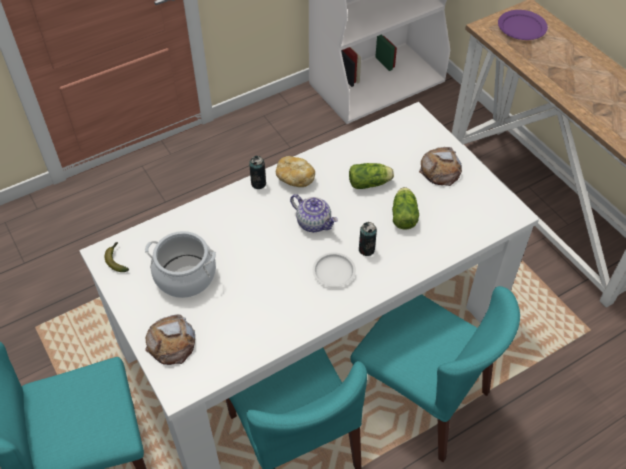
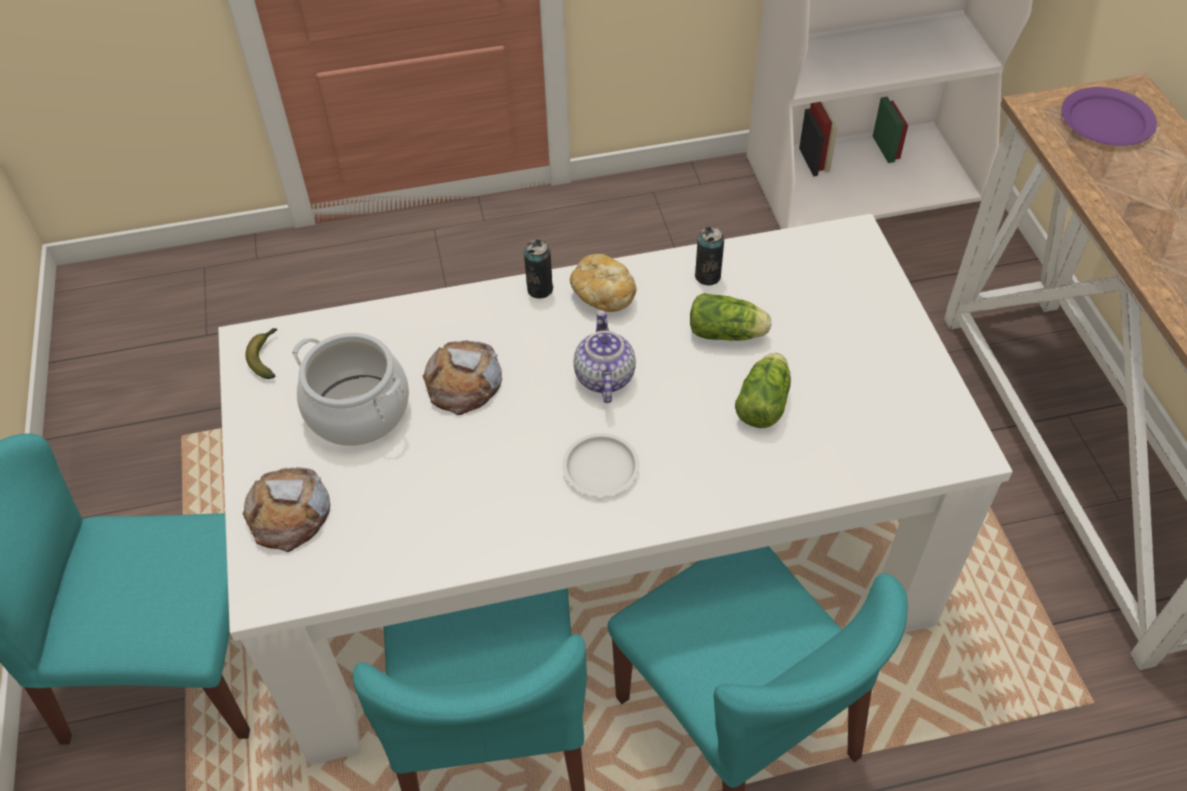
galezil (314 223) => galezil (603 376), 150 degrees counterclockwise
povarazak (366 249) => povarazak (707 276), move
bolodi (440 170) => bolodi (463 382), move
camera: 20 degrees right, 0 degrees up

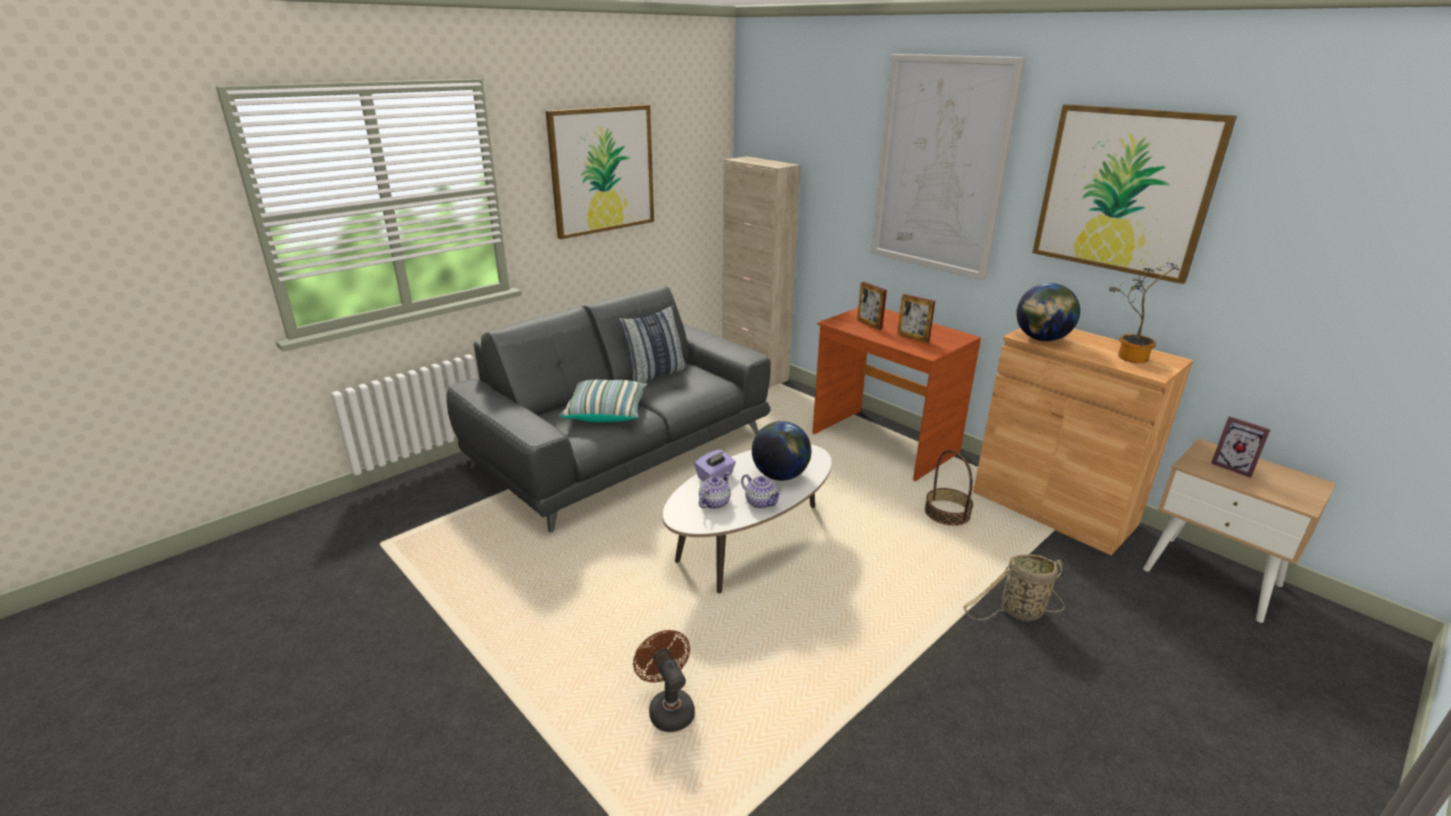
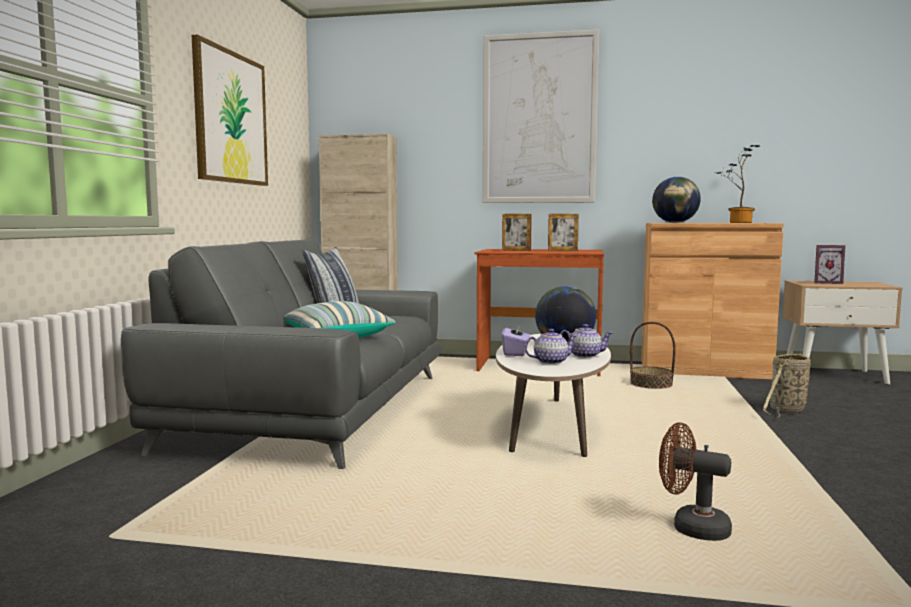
galezil (714 503) => galezil (550 361), 75 degrees clockwise
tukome (1124 191) => nothing
camera: 35 degrees left, 20 degrees down

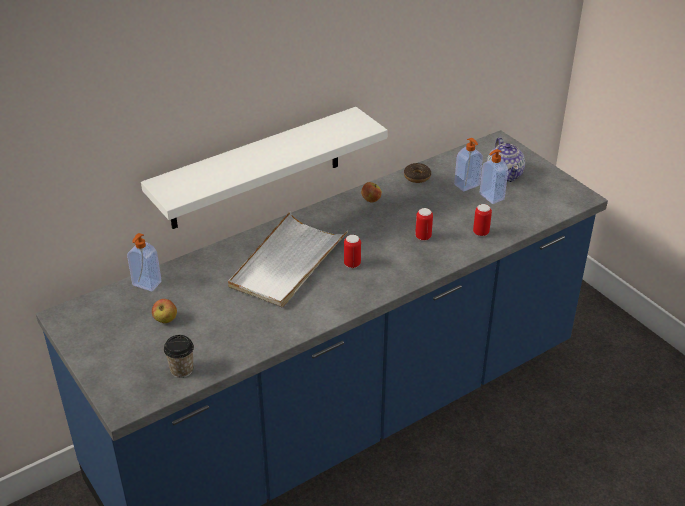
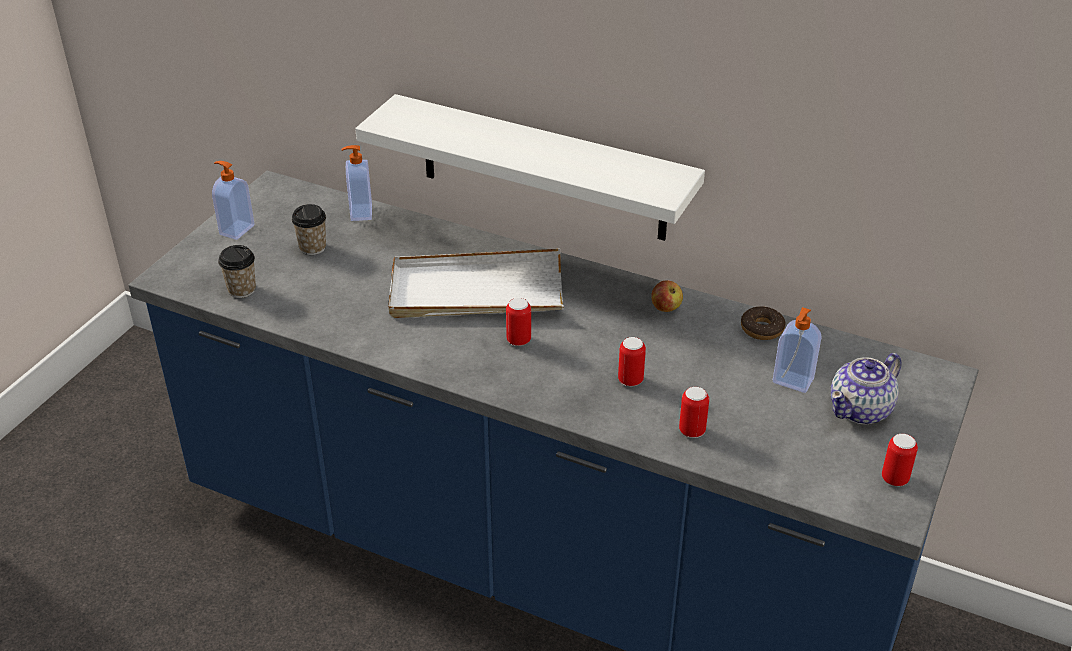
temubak (165 319) => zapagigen (312 248)
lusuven (491 197) => lusuven (236 230), move
nothing => povarazak (894 479)
camera: 60 degrees right, 0 degrees up

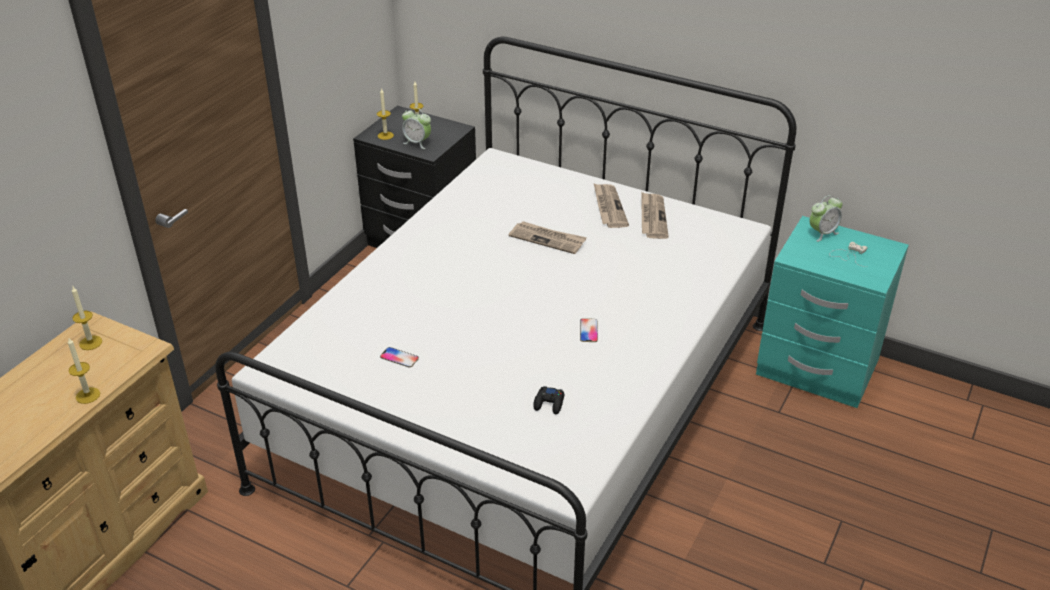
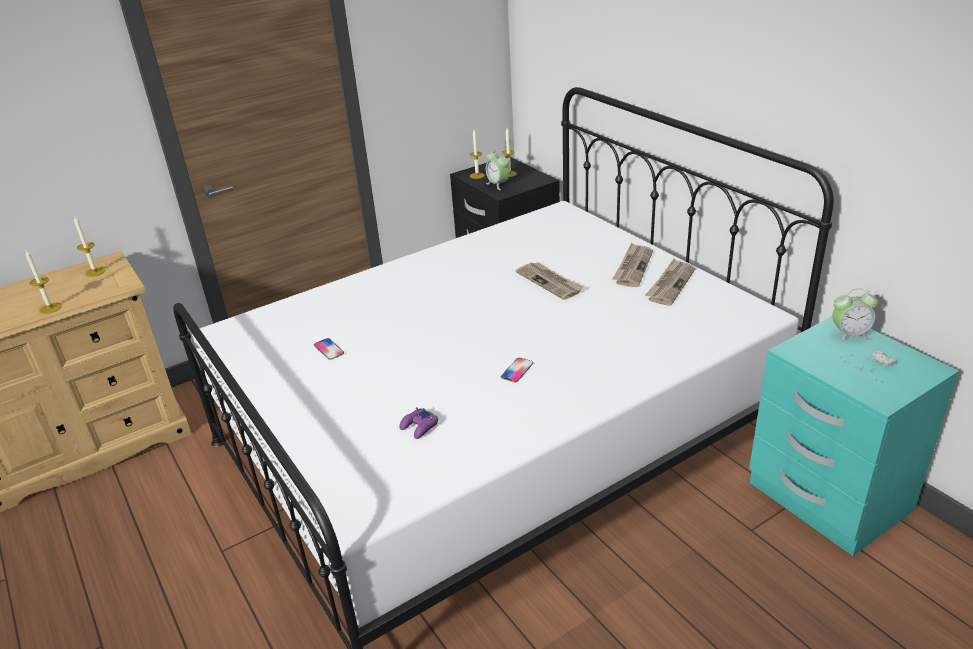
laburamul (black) (549 403) => laburamul (purple) (419 427)
camera: 30 degrees right, 5 degrees down

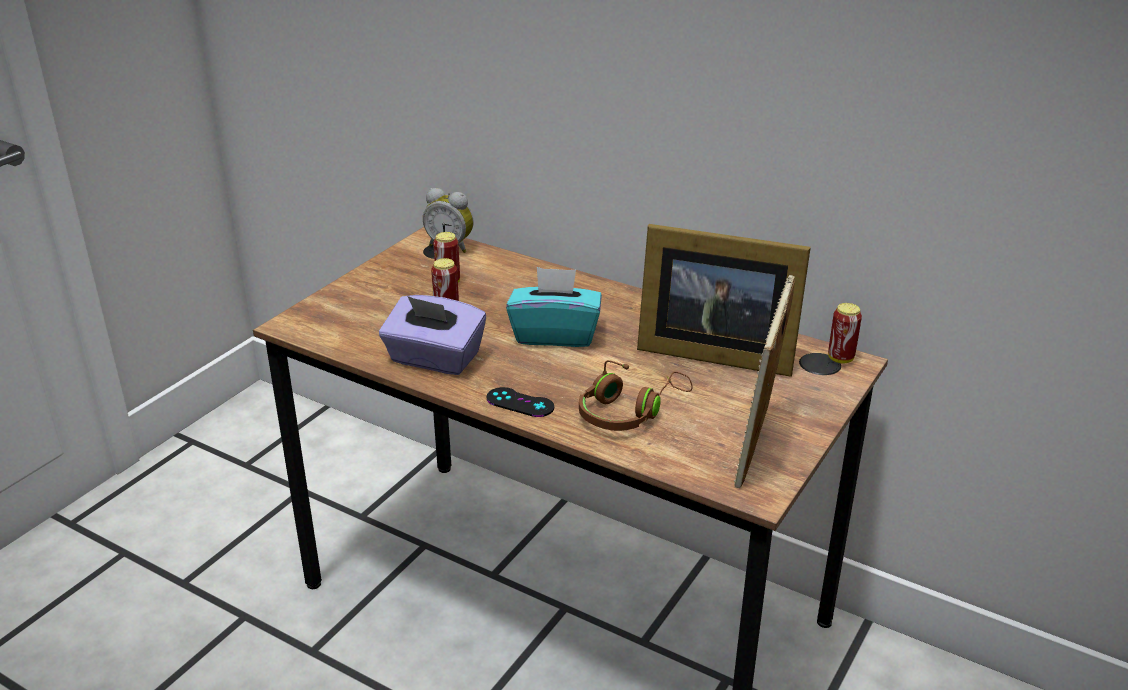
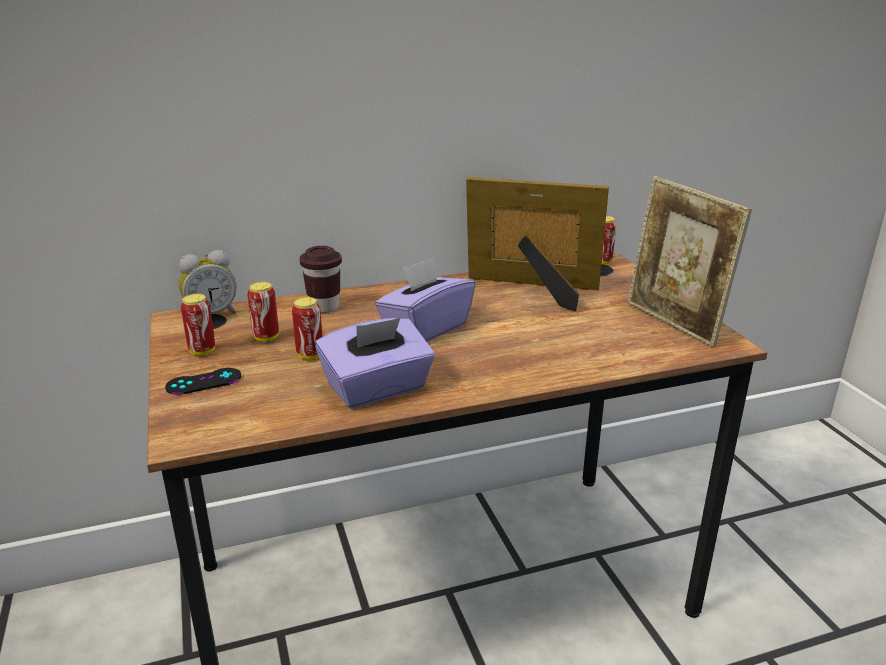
laburamul (black) (520 403) => laburamul (black) (204 382), move
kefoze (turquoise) (555 334) => kefoze (purple) (425 329)
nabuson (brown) (629 411) => nothing
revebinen (712 351) => revebinen (535 290), 135 degrees counterclockwise
nothing => povarazak (202 351)
nothing => zapagigen (brown) (324 307)
camera: 50 degrees left, 5 degrees down

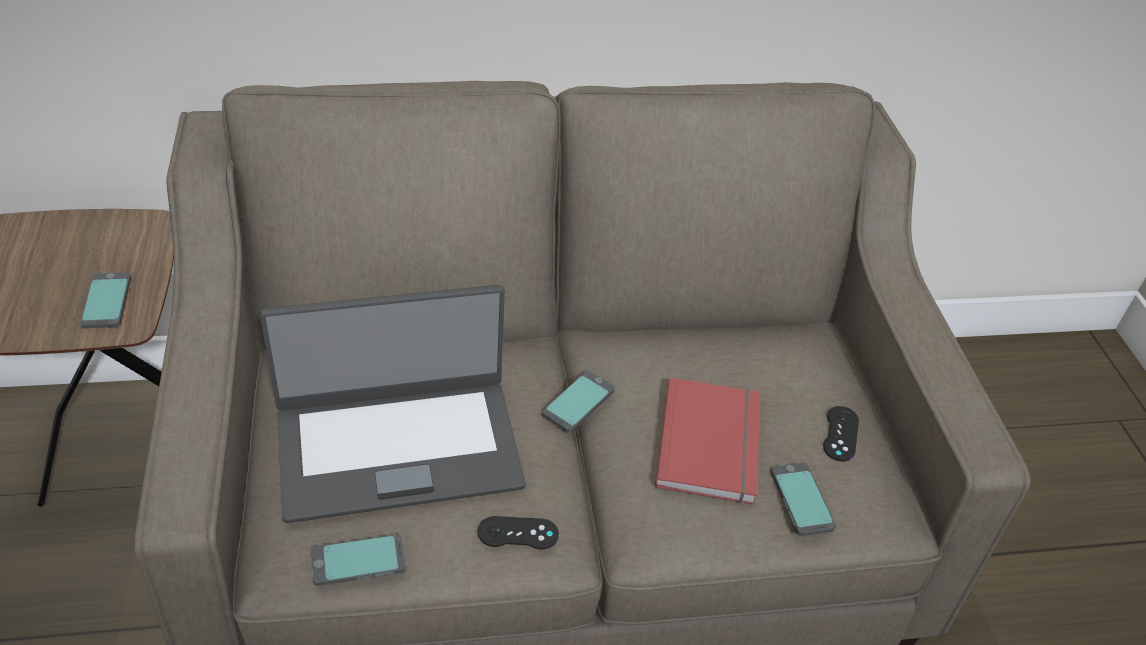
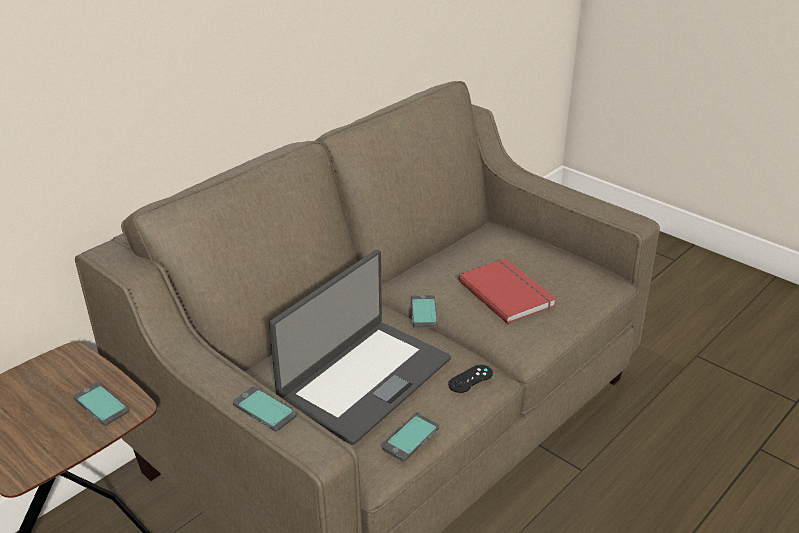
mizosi (801 500) => mizosi (264 410), move
laburamul (black) (840 434) => nothing
camera: 35 degrees left, 10 degrees down

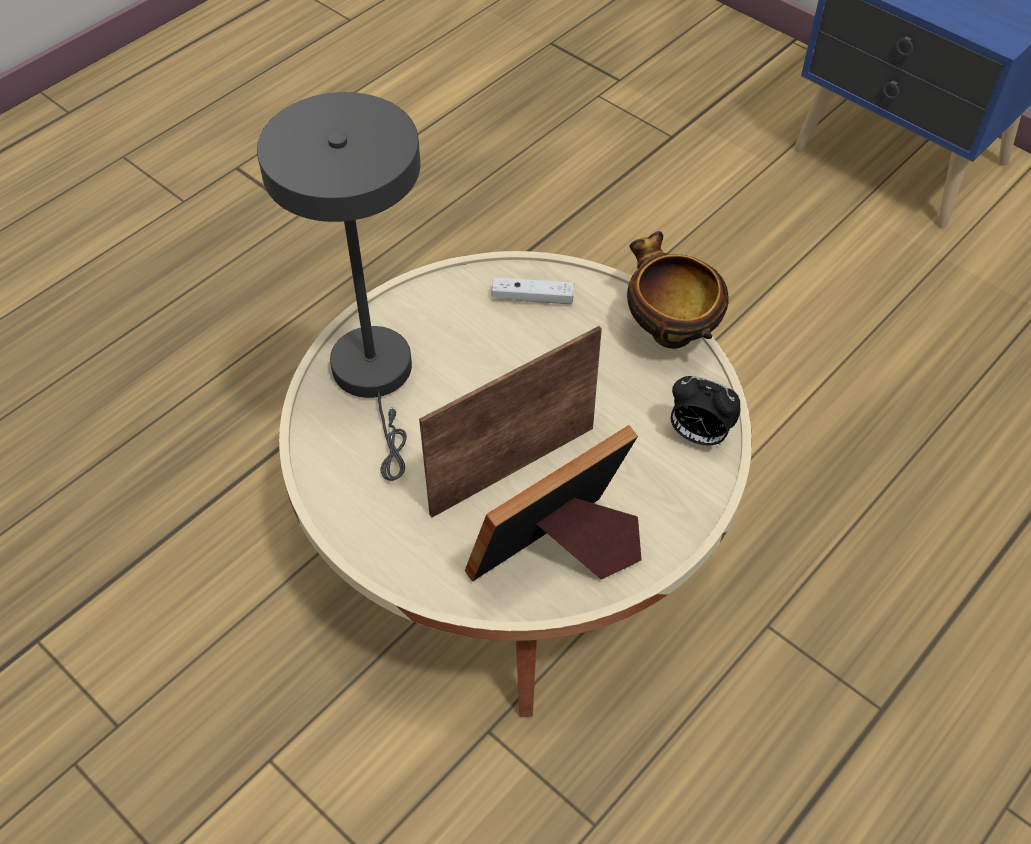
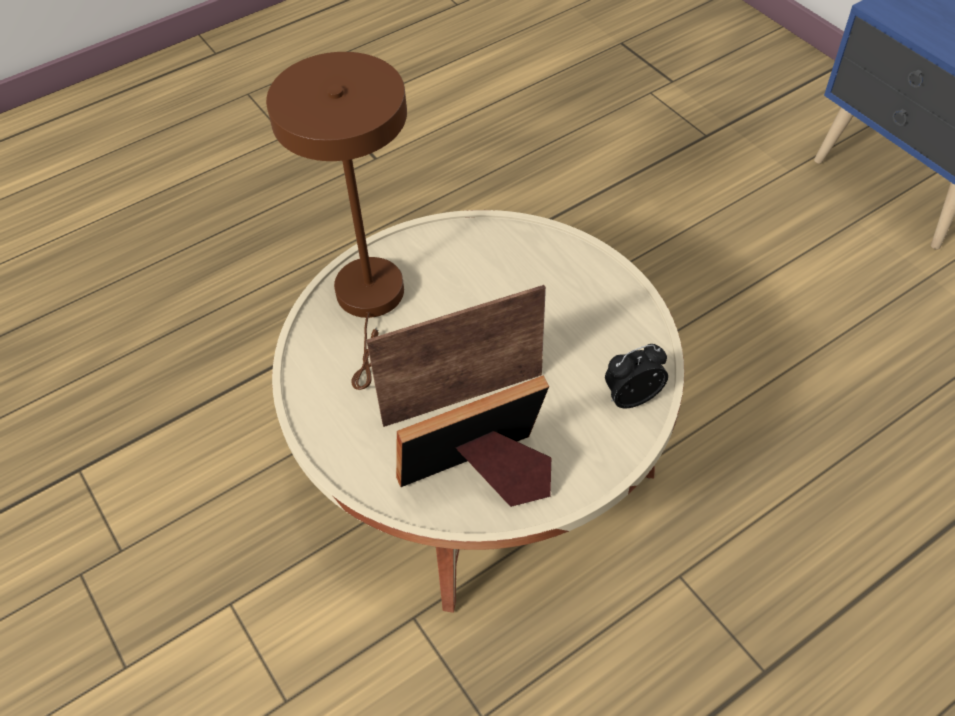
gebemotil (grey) (376 378) => gebemotil (brown) (371 302)
laburamul (white) (532 298) => nothing
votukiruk (668 331) => nothing
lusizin (698 435) => lusizin (631 396), 120 degrees clockwise
camera: 15 degrees right, 0 degrees up

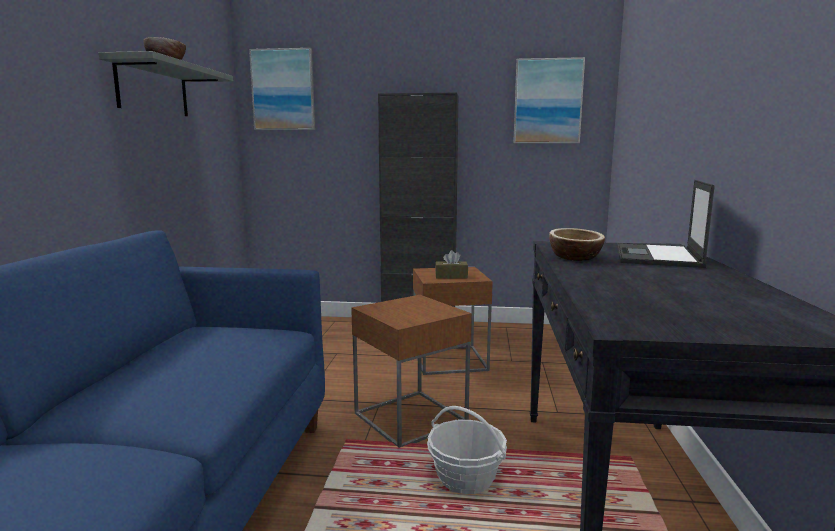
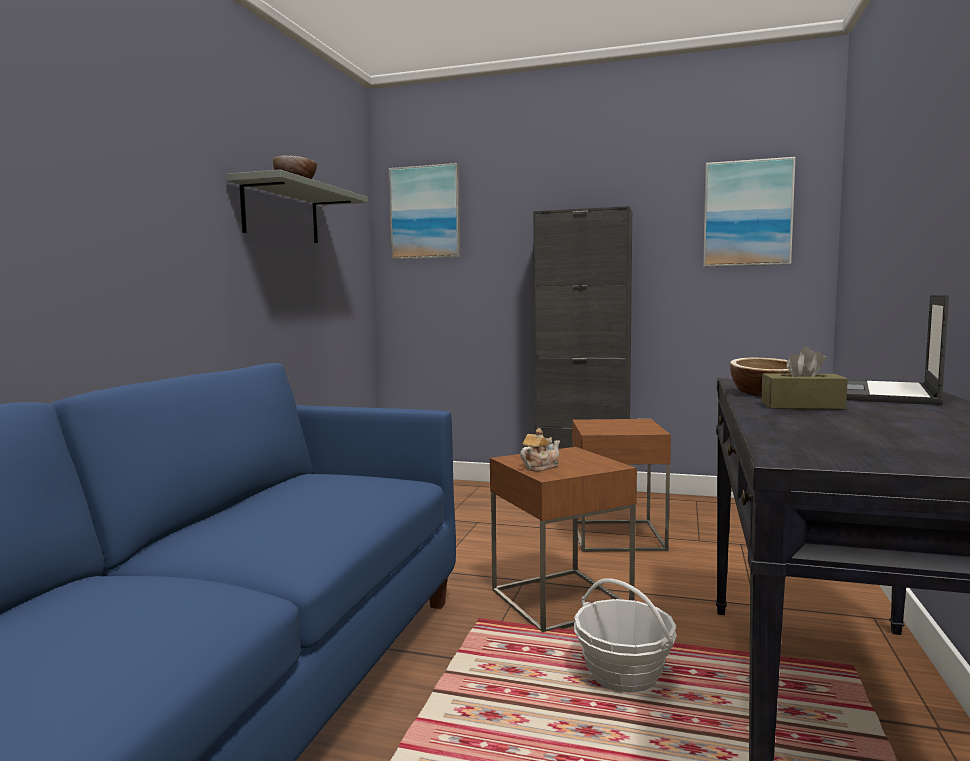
kefoze (brown) (451 276) => kefoze (brown) (802 406), move
nothing => galezil (540 467)
camera: 10 degrees right, 5 degrees down

